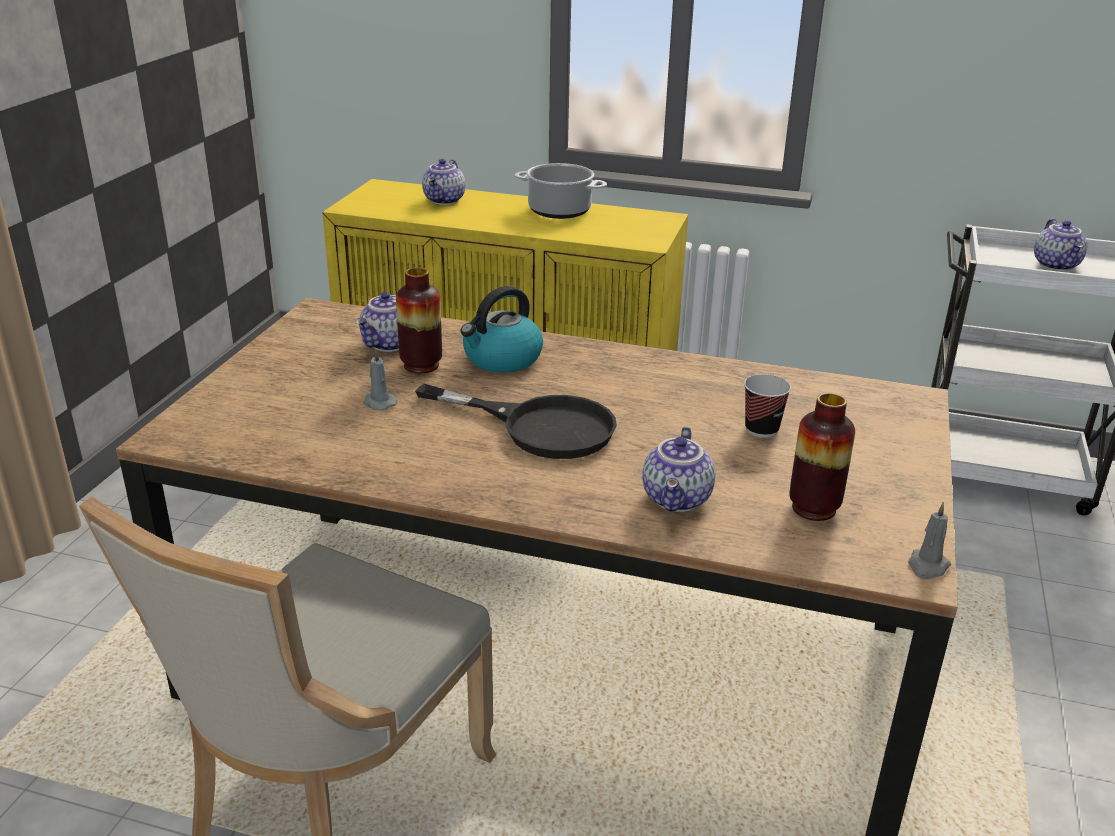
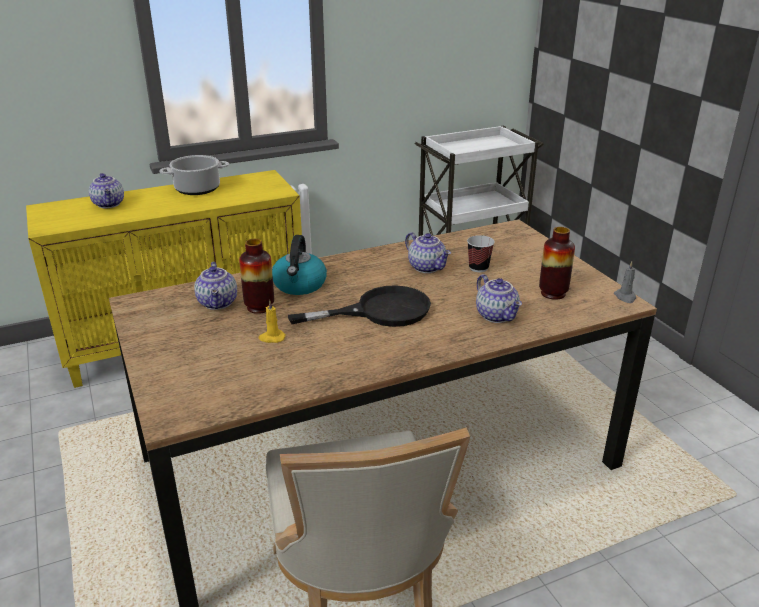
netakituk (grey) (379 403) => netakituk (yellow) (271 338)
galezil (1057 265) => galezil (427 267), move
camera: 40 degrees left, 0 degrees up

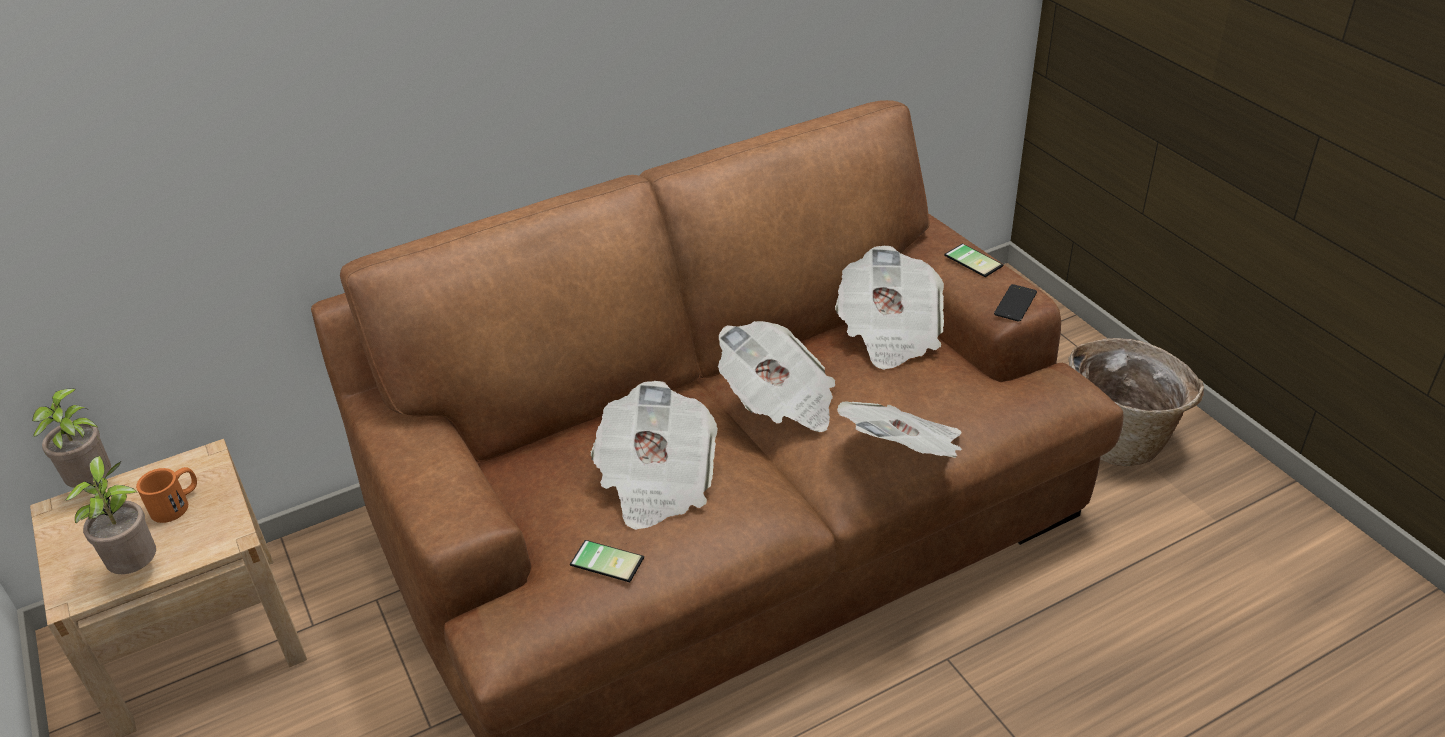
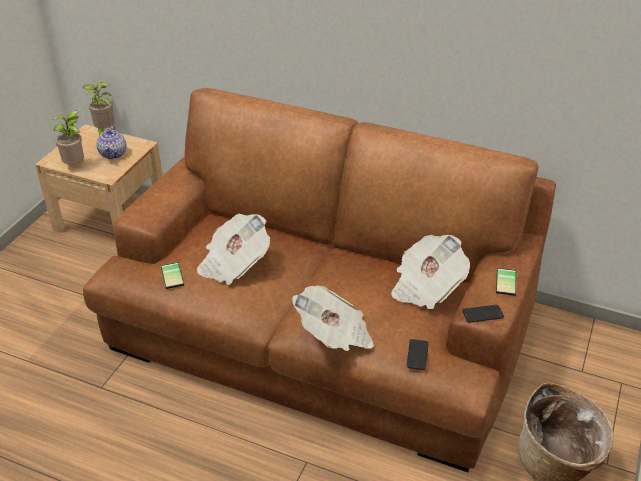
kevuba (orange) (177 504) => galezil (113 153)
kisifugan (779 402) => nothing
nothing => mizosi (417 355)
camera: 50 degrees right, 0 degrees up

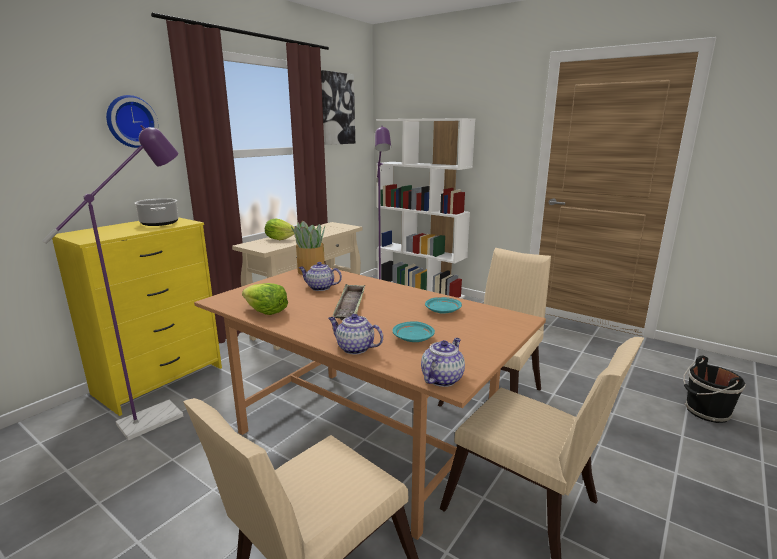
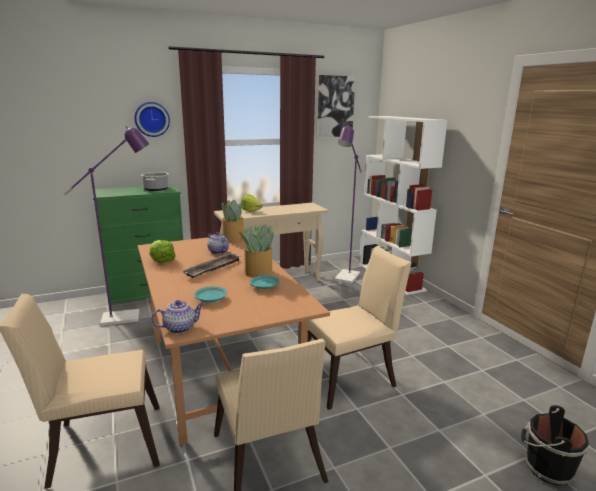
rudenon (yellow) (159 380) => rudenon (green) (147 296)
galezil (354 348) => nothing
nothing => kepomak (258 272)
camera: 30 degrees right, 0 degrees up

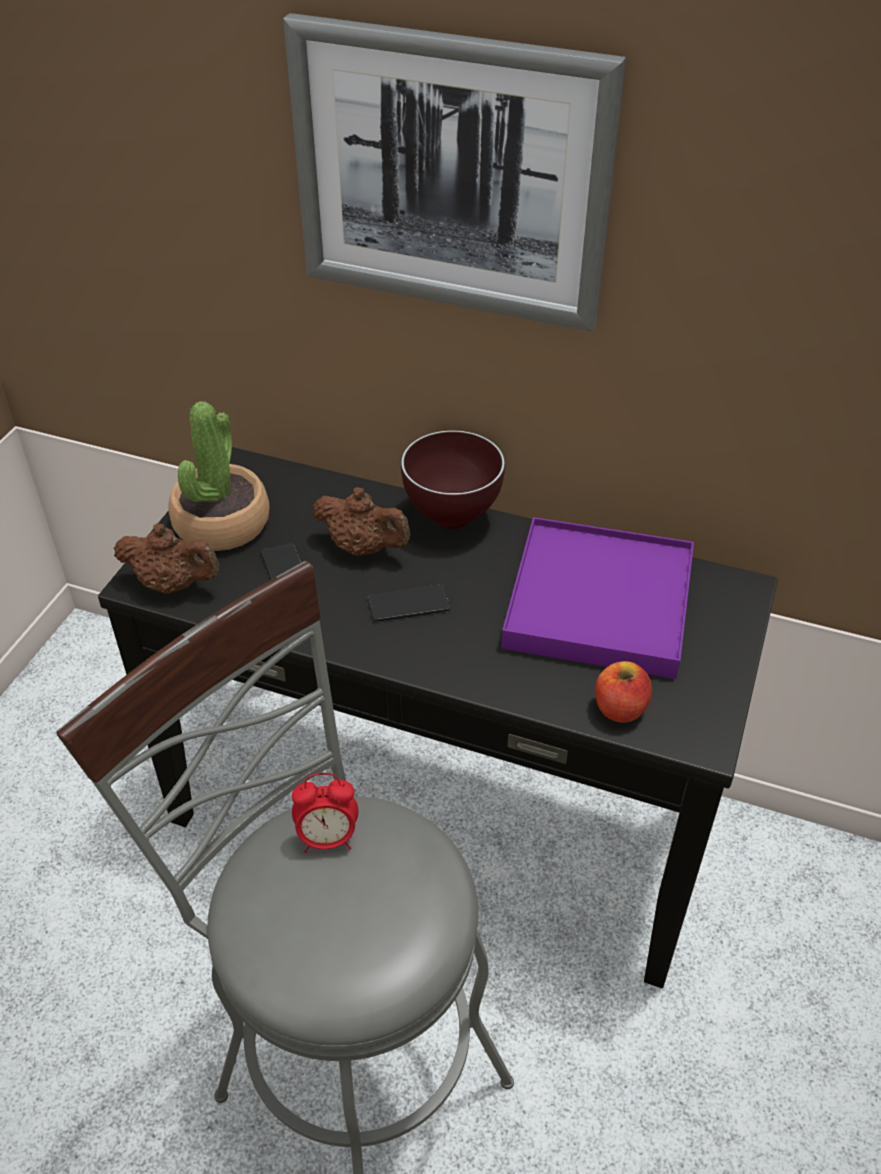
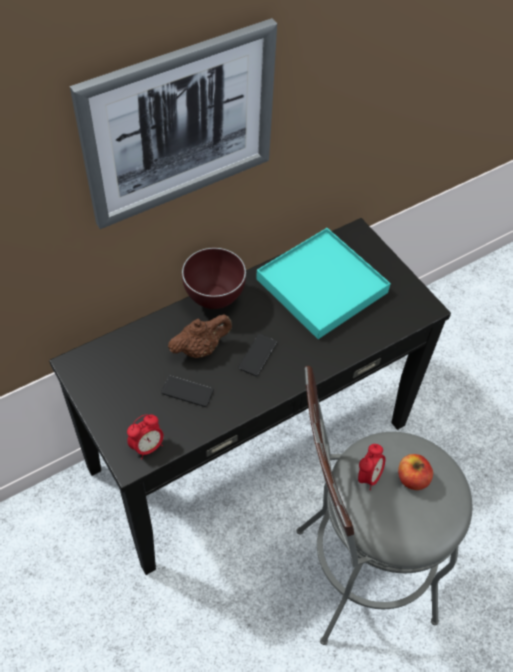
galezil (brown) (173 584) => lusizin (147 446)
kepomak (221 523) => nothing
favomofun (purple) (598 602) => favomofun (turquoise) (321 285)
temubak (620 708) => temubak (412 478), move
camera: 55 degrees left, 10 degrees up

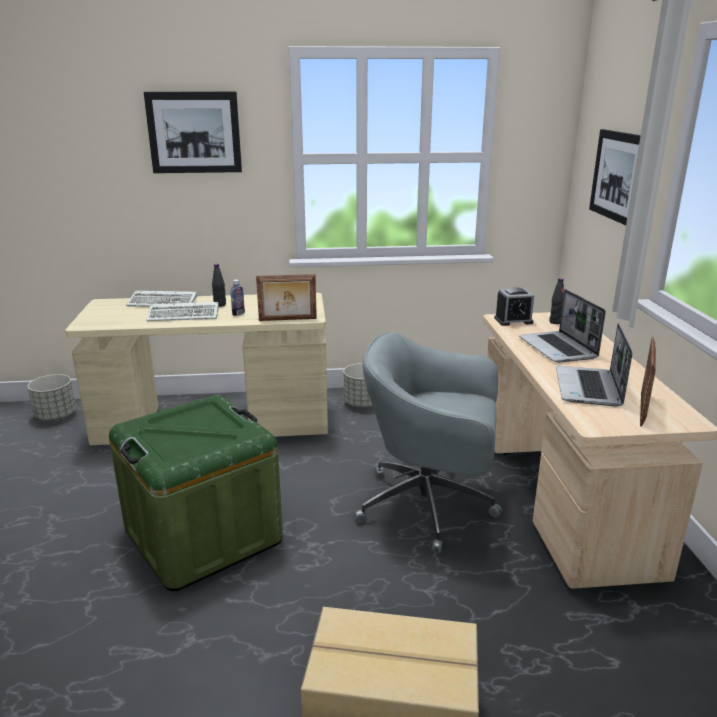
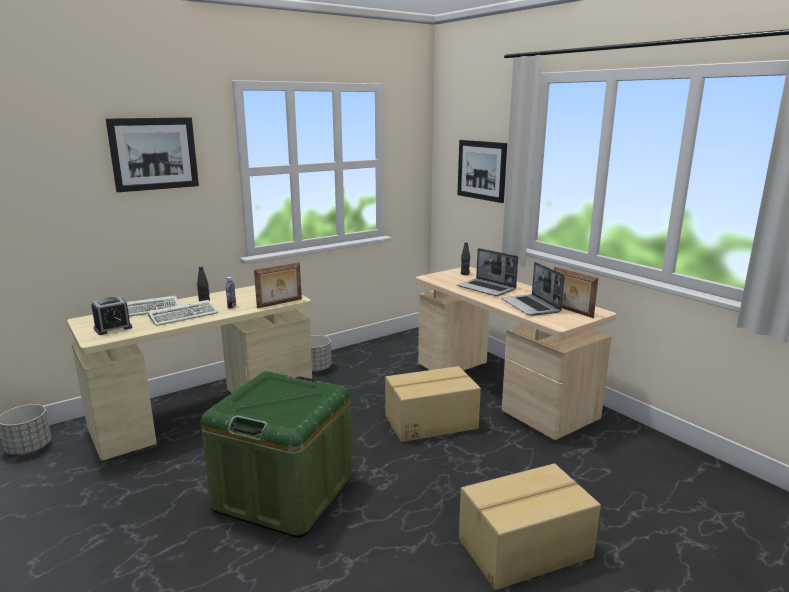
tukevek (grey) (430 506) => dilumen (430 421)
lusizin (513 320) => lusizin (113 328), move
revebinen (643 408) => revebinen (571 311), 150 degrees clockwise
camera: 30 degrees left, 5 degrees down

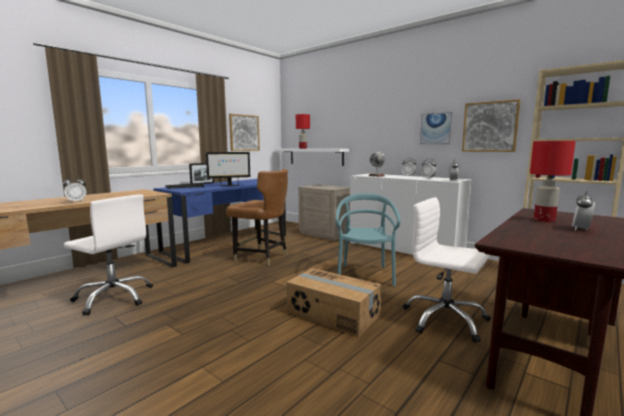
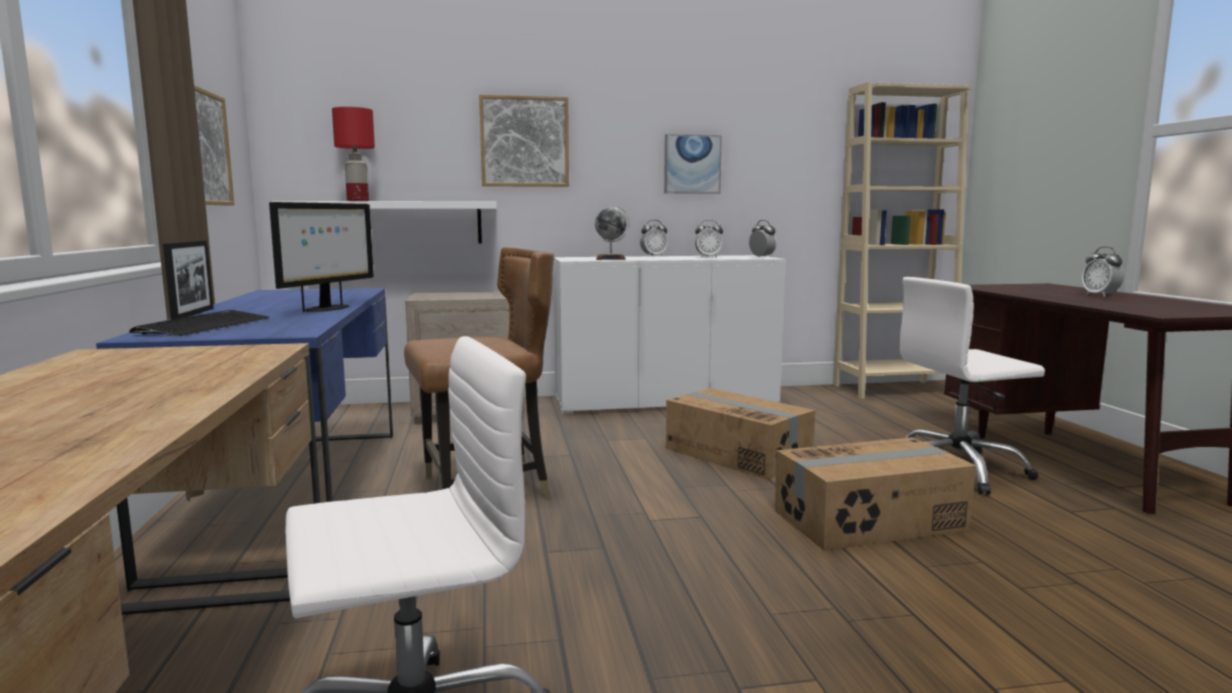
lusizin (76 202) => nothing
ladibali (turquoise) (365 275) => dilumen (737 454)
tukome (490 127) => tukome (524 142), move
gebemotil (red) (544 220) => nothing
camera: 50 degrees left, 0 degrees up

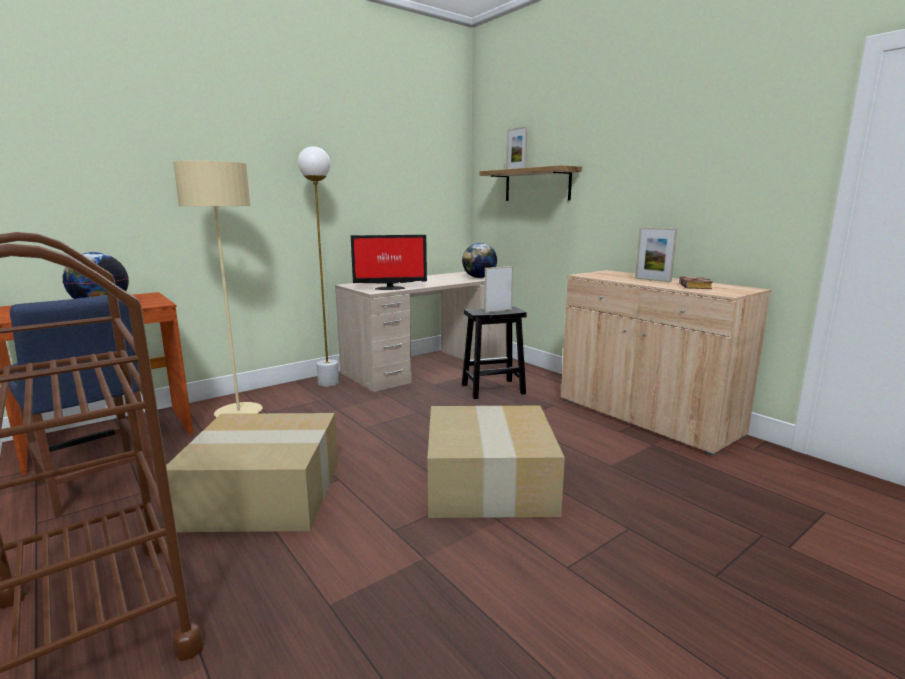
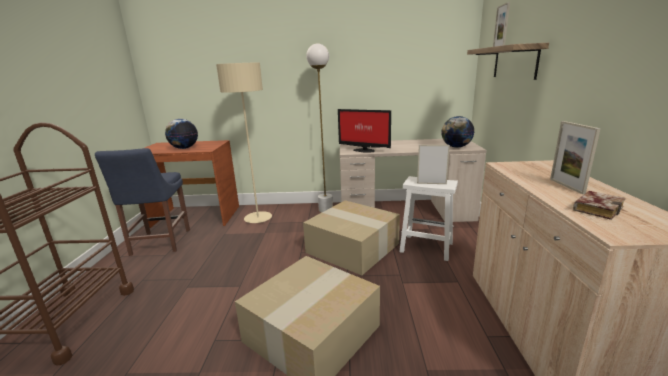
dilumen (266 492) => dilumen (354 248), move
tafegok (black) (492 389) => tafegok (white) (425 247)
camera: 40 degrees right, 5 degrees up

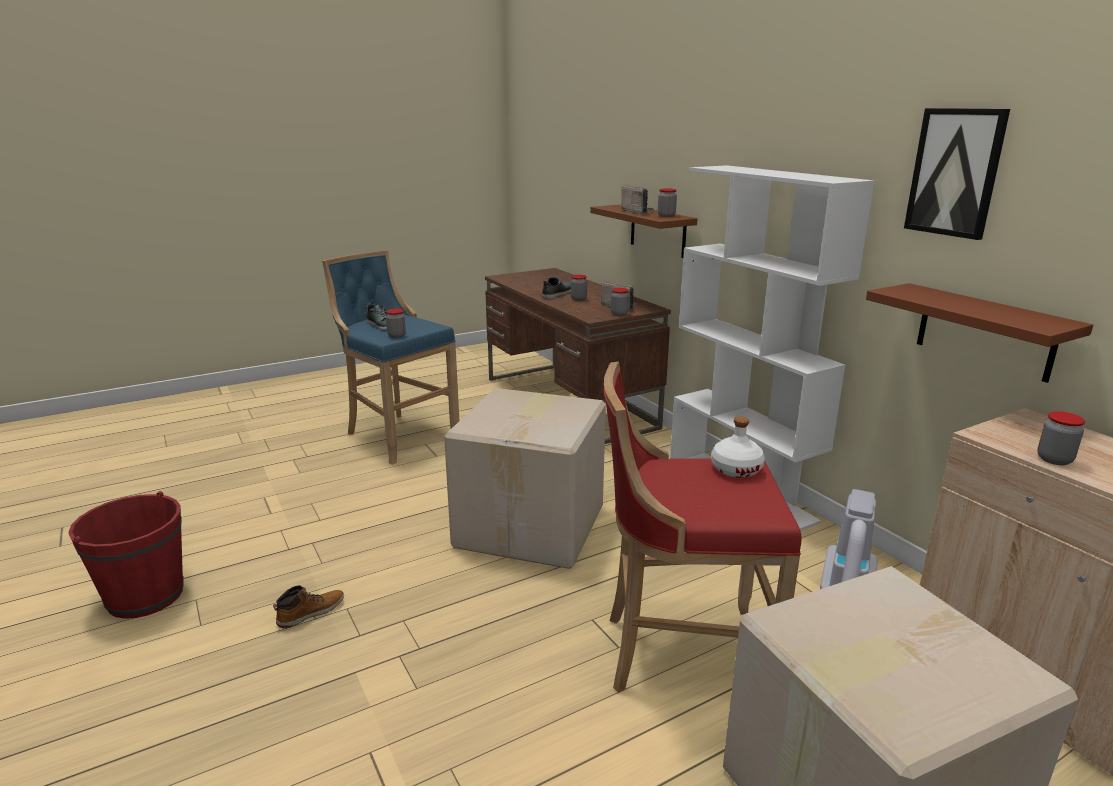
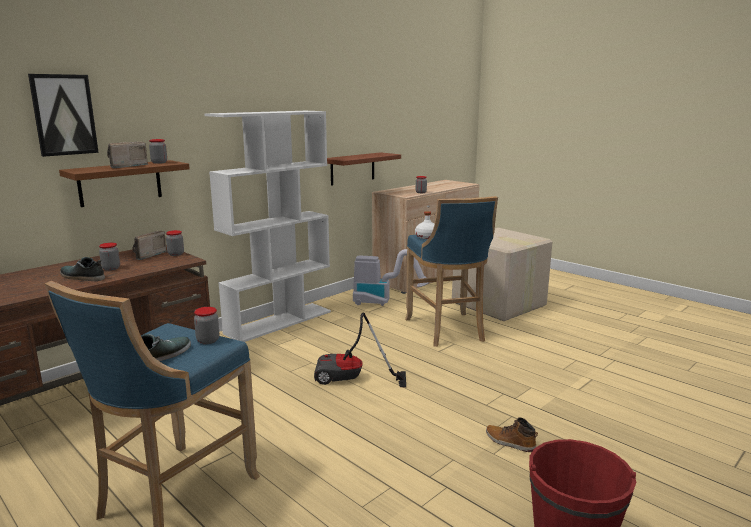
dilumen (532 526) => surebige (351 380)
tafegok (red) (680 654) => tafegok (blue) (447 331)
tukome (955 172) => tukome (64 115), move
camera: 105 degrees left, 5 degrees down

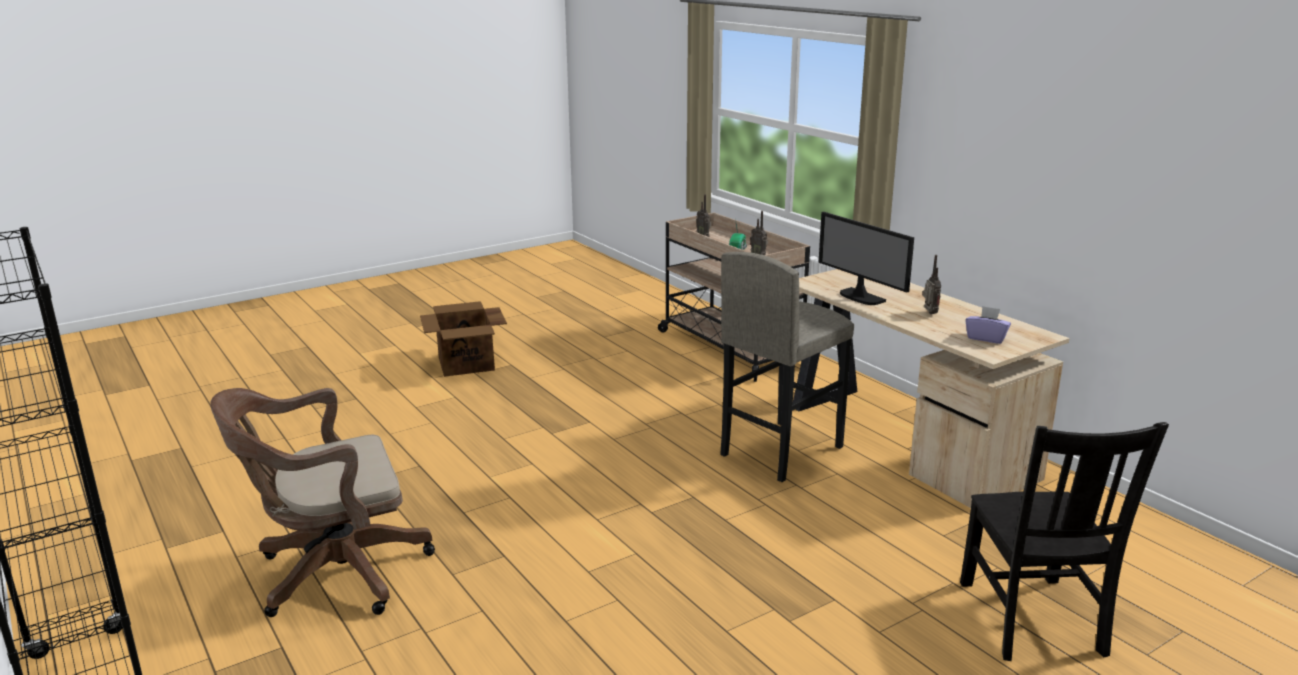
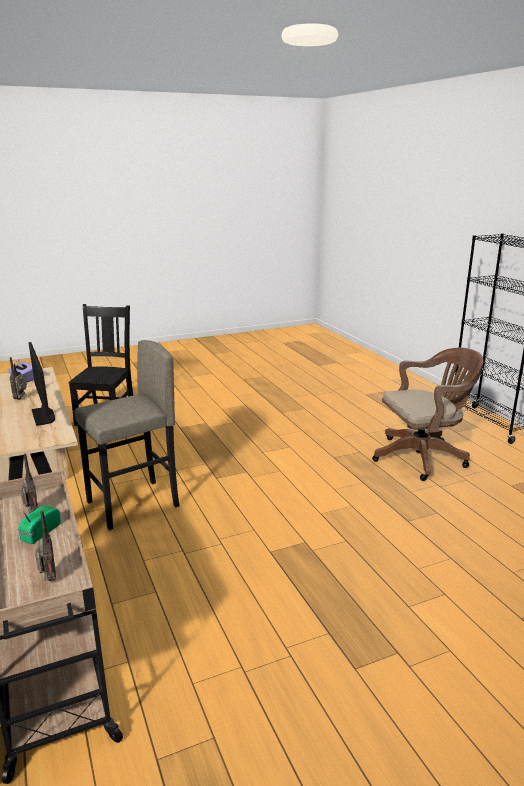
dilumen (466 364) => nothing
camera: 170 degrees left, 0 degrees up

